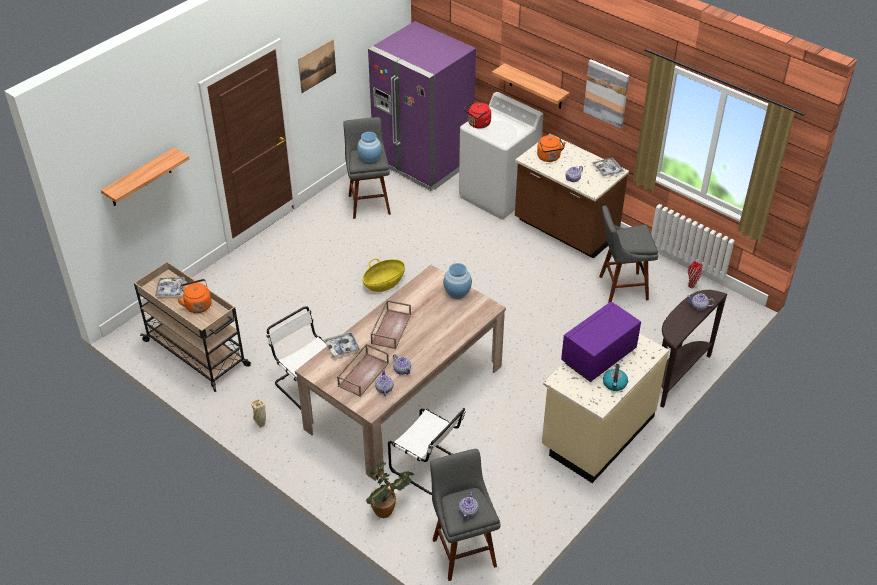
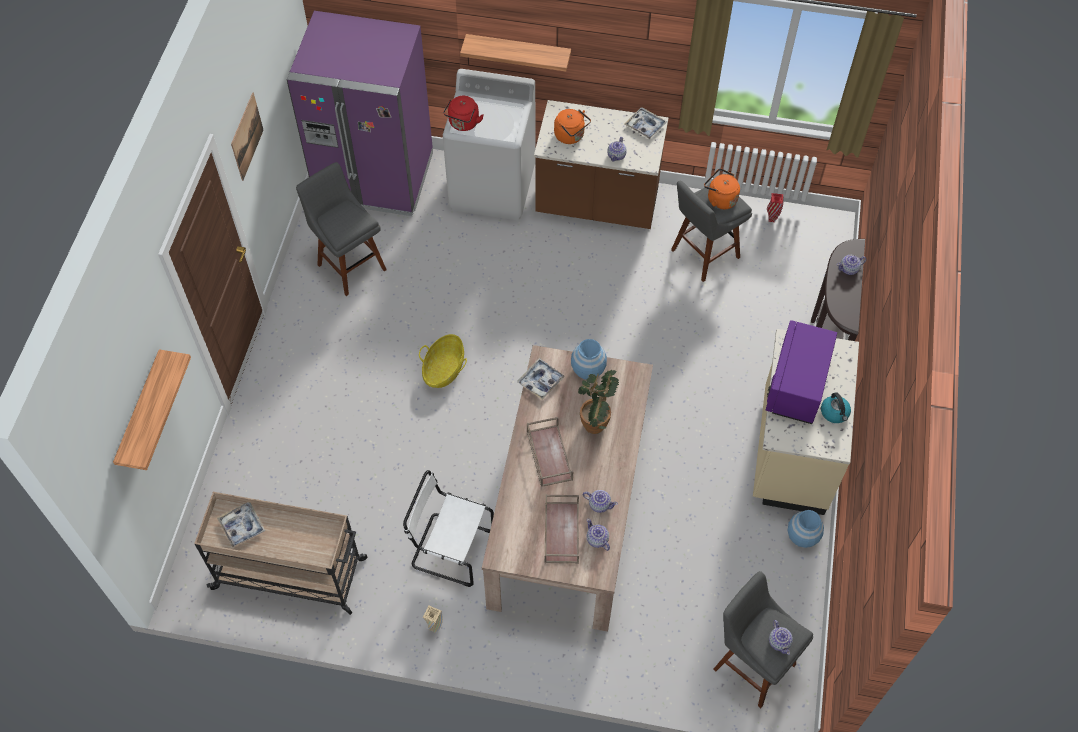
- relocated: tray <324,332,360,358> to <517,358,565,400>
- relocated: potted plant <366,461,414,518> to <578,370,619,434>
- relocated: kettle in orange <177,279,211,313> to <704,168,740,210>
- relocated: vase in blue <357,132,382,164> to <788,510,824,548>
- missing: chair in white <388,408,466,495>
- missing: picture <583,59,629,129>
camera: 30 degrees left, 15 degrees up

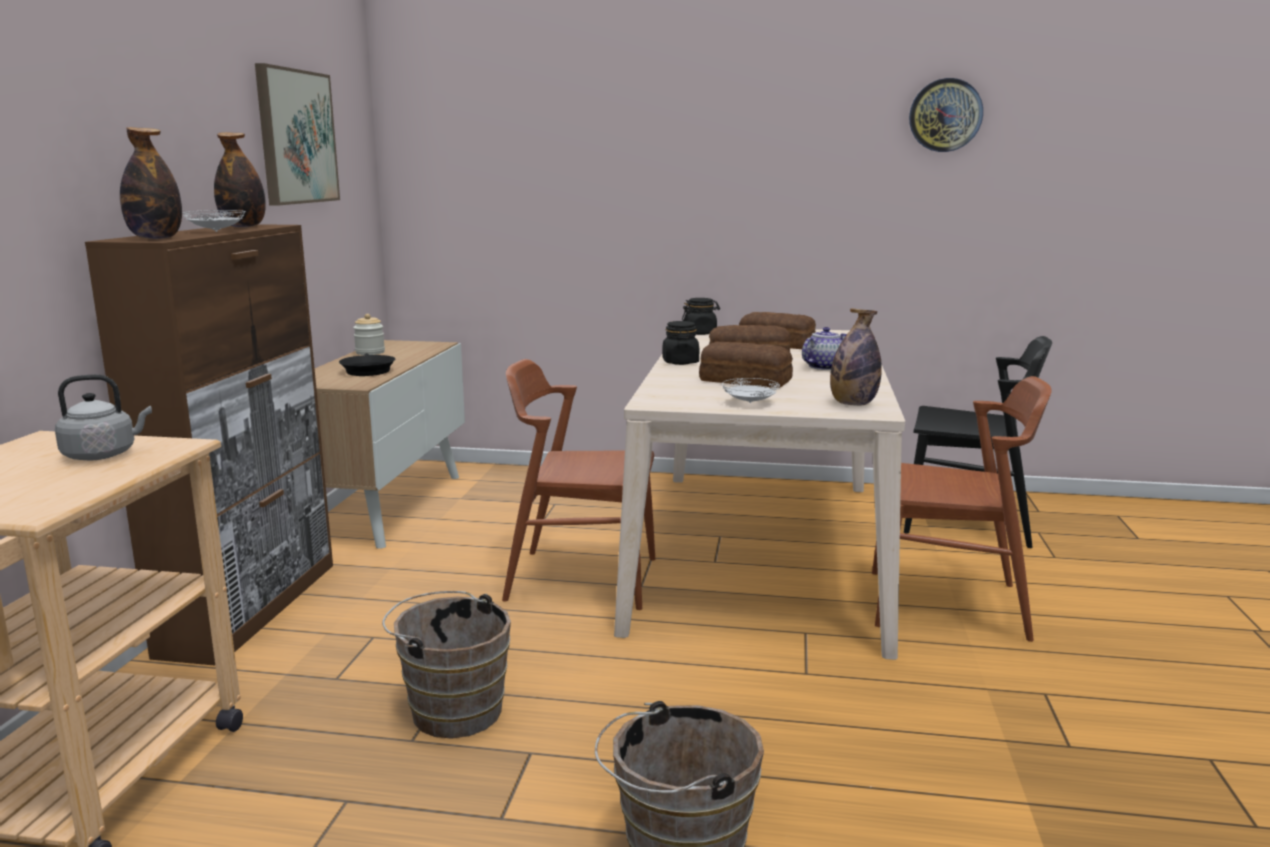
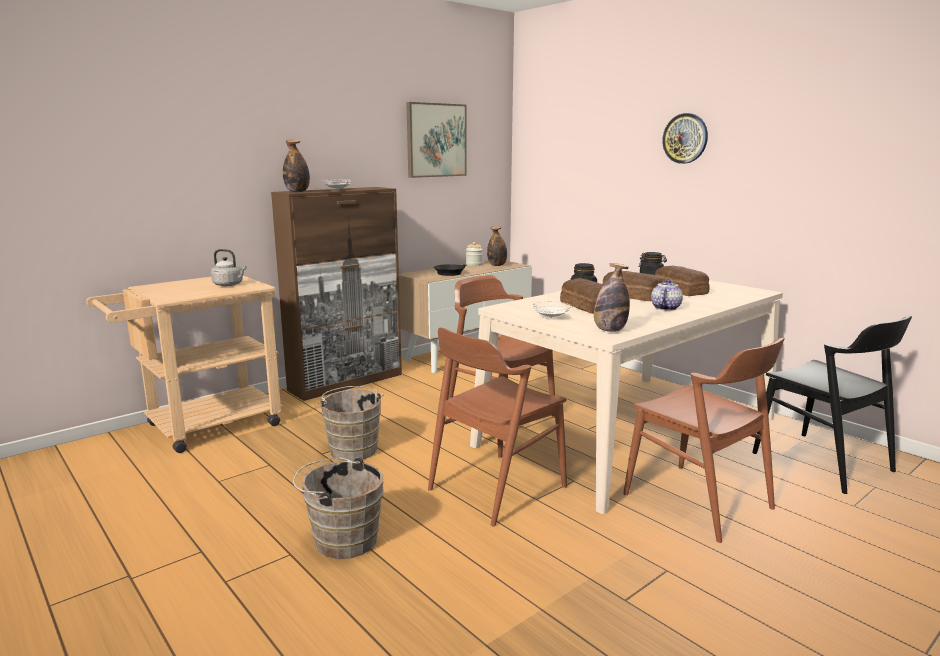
- appeared: chair in brown <428,328,567,526>
- relocated: bottle <214,132,266,228> to <487,226,507,266>
- spun: teapot <802,327,847,370> = <651,279,683,311> 60 degrees counterclockwise
- relocated: wall clock <909,78,983,152> to <662,113,708,164>
camera: 40 degrees right, 0 degrees up

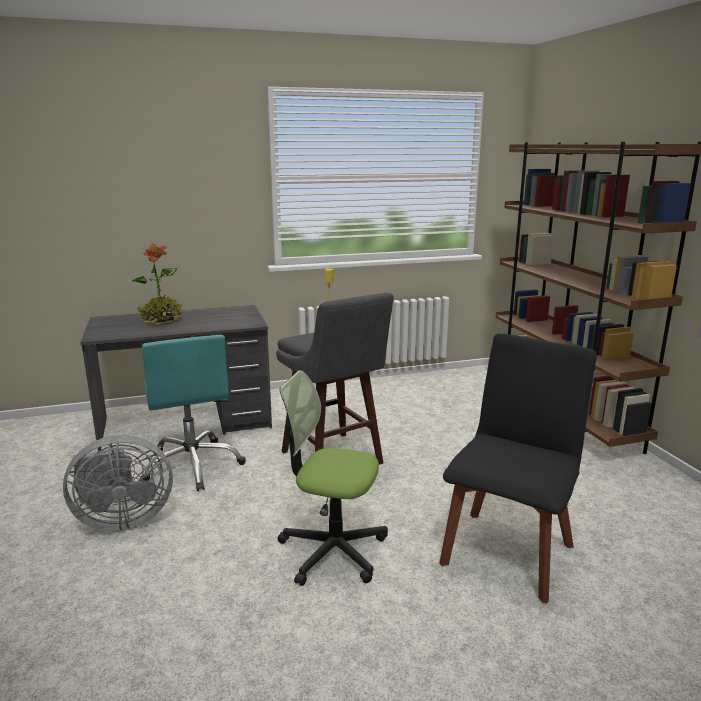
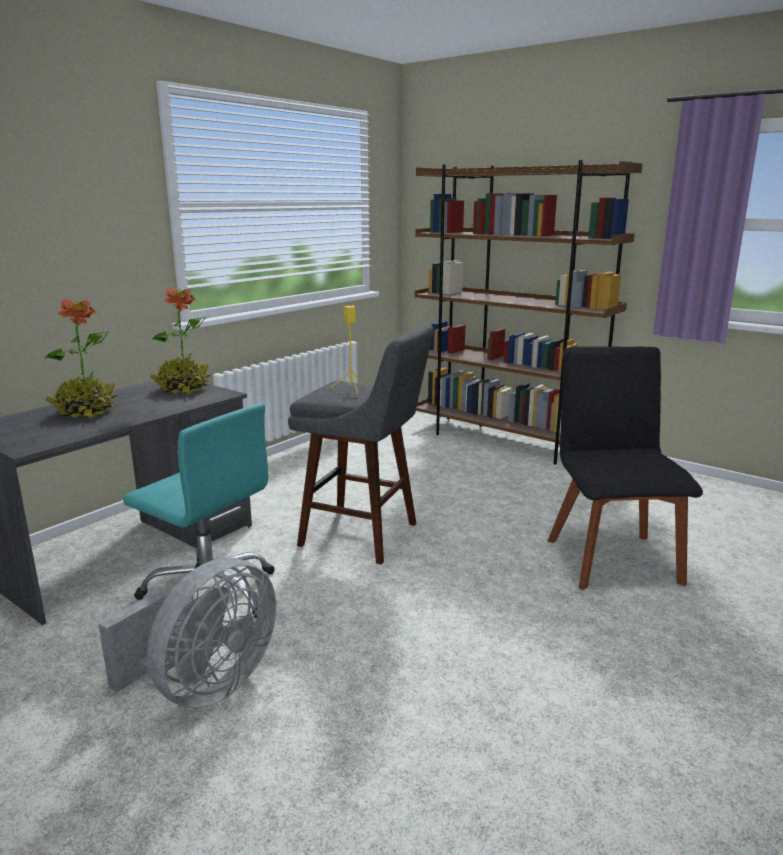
- appeared: potted plant <150,287,211,395>
- missing: office chair <277,370,388,586>
camera: 35 degrees left, 0 degrees up

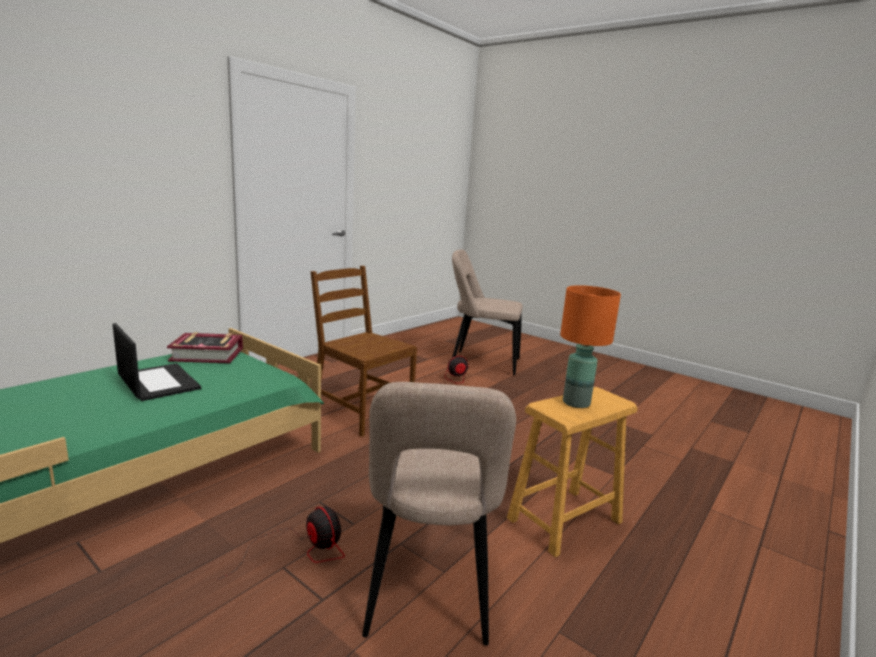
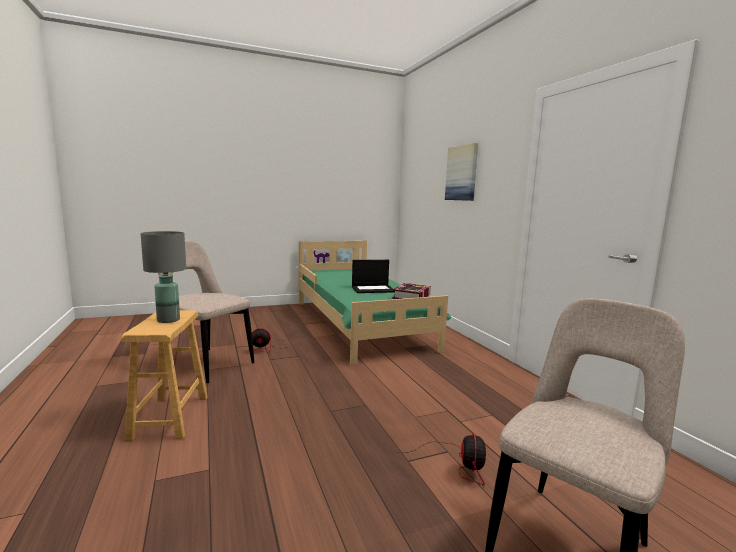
- colour: table lamp in orange <560,285,621,408> to table lamp in grey <141,231,186,323>
- appeared: picture <445,143,478,201>
- missing: chair in brown <311,266,417,437>
camera: 120 degrees right, 5 degrees down

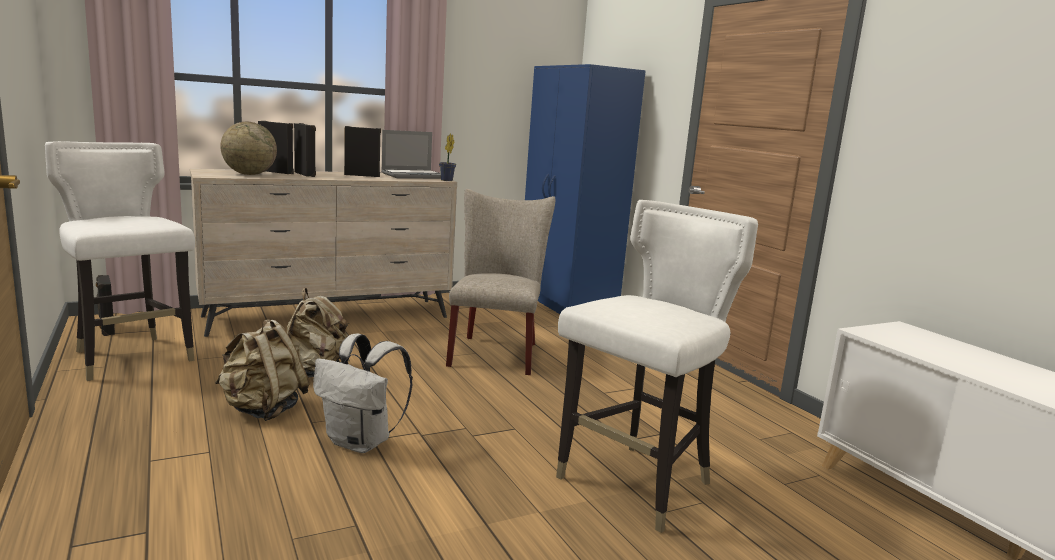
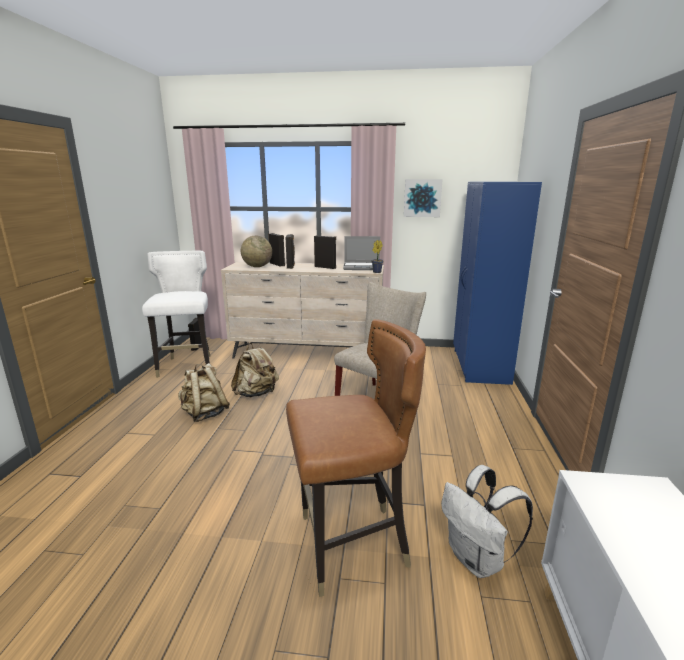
- colour: chair in white <556,200,758,533> to chair in brown <286,319,426,597>
- appeared: picture <404,179,443,217>
- relocated: backpack in white <313,333,413,453> to <441,465,533,578>
camera: 35 degrees right, 5 degrees up

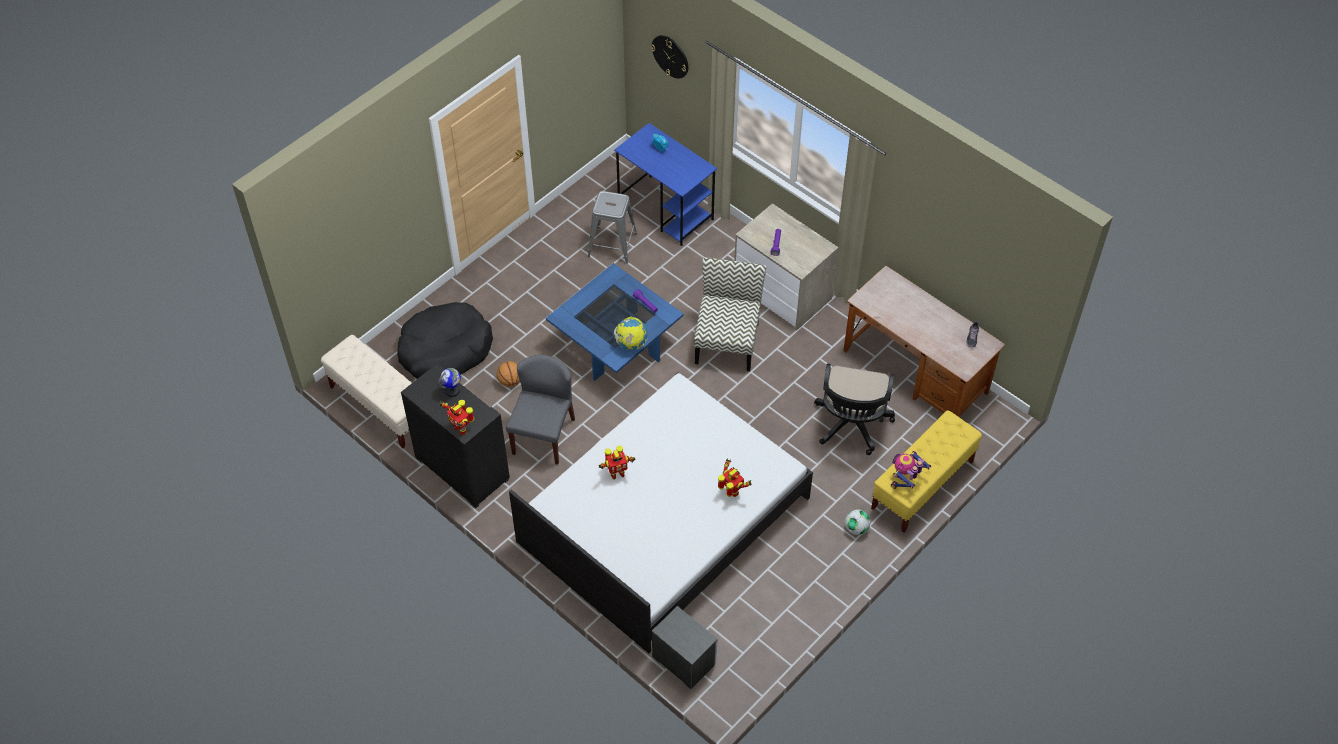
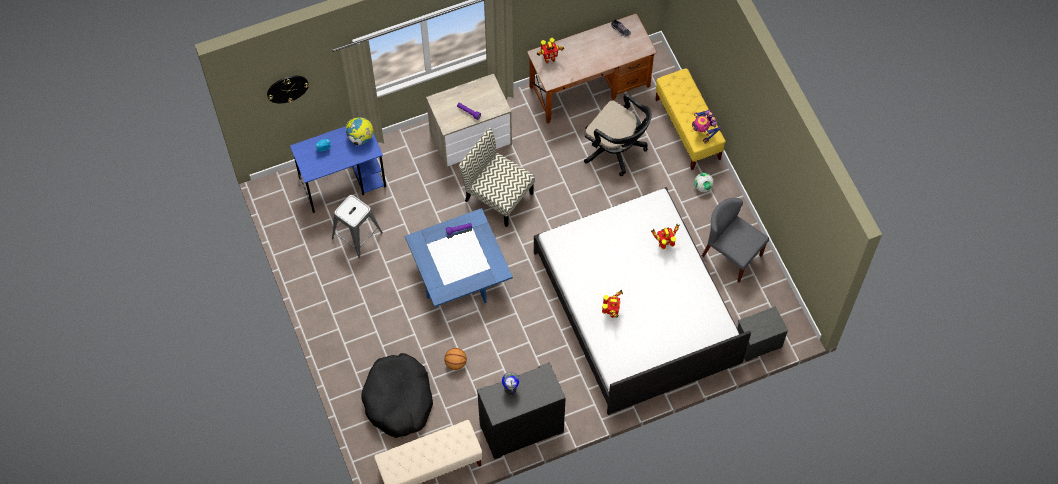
- relocated: globe <614,316,648,350> to <346,117,373,145>
- relocated: toy robot <440,400,474,436> to <536,38,565,64>
- relocated: chair in grey <506,355,575,464> to <702,198,769,282>
camera: 65 degrees left, 10 degrees up

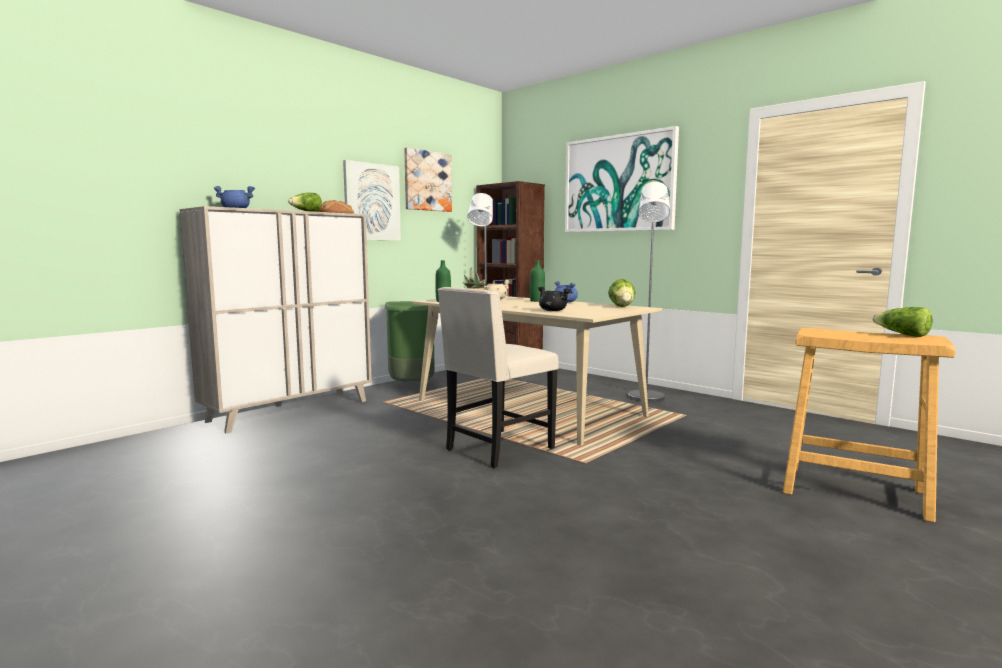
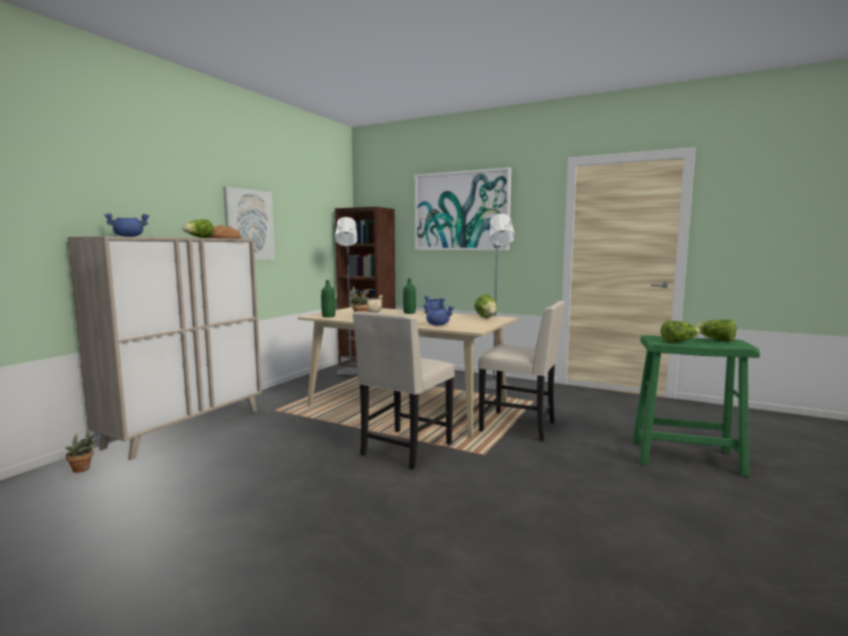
- appeared: potted plant <65,429,96,473>
- colour: cooking pot in black <538,286,571,311> to cooking pot in blue <423,304,454,326>
- appeared: chair in beige <478,301,565,441>
- colour: stool in beige <783,328,955,523> to stool in green <632,335,760,477>
- appeared: lettuce <661,321,701,343>
- missing: trash can in green <385,301,435,382>
- missing: picture <404,147,452,212>
camera: 15 degrees left, 0 degrees up

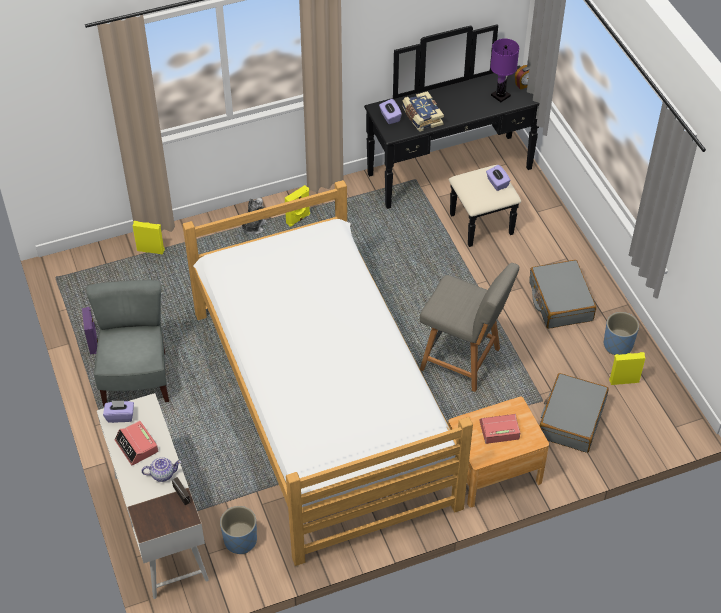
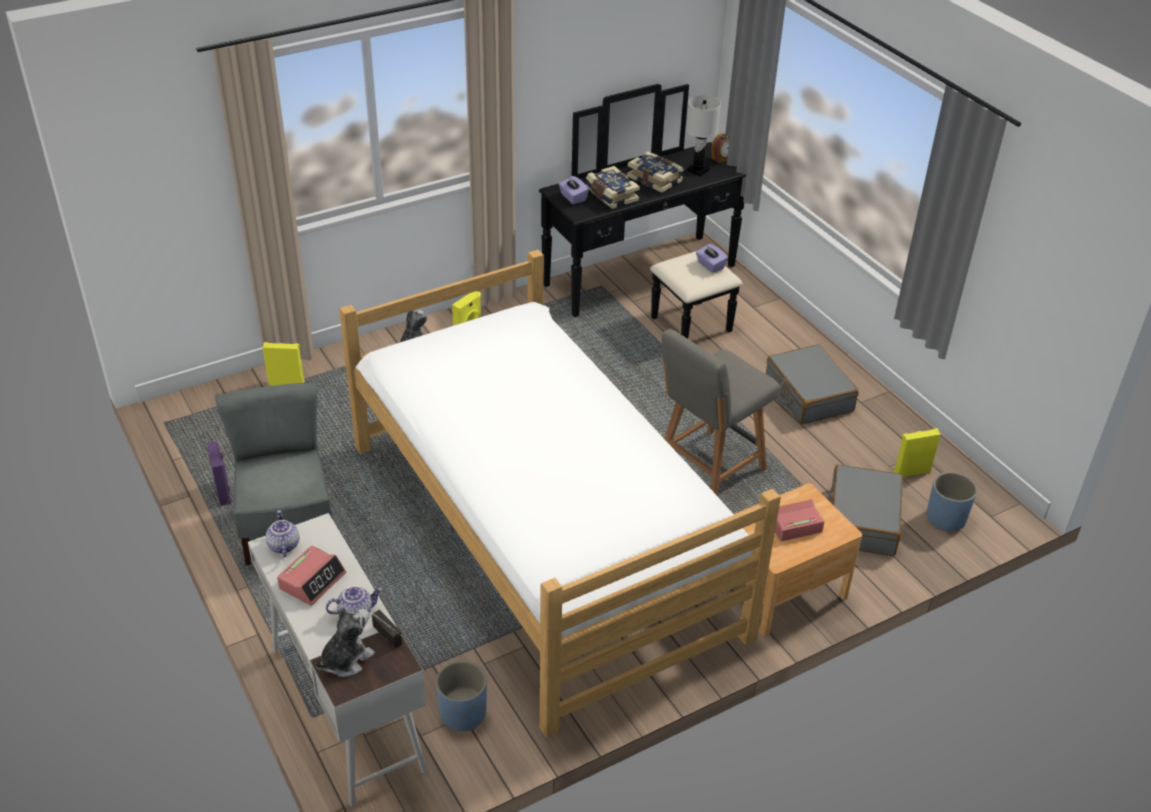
- exchanged: tissue box in purple <103,400,134,423> to teapot <266,510,299,557>
- spun: alarm clock <114,421,158,465> = <277,546,346,606> 105 degrees counterclockwise
- appeared: plush toy <315,607,375,677>
- appeared: book <627,151,684,193>
- spun: chair in grey <420,263,519,392> = <662,329,780,496> 120 degrees clockwise
- colour: table lamp in purple <490,39,519,102> to table lamp in white <686,95,721,176>
- relocated: planter in blue <604,312,639,355> to <927,472,977,531>
camera: 10 degrees left, 10 degrees down

